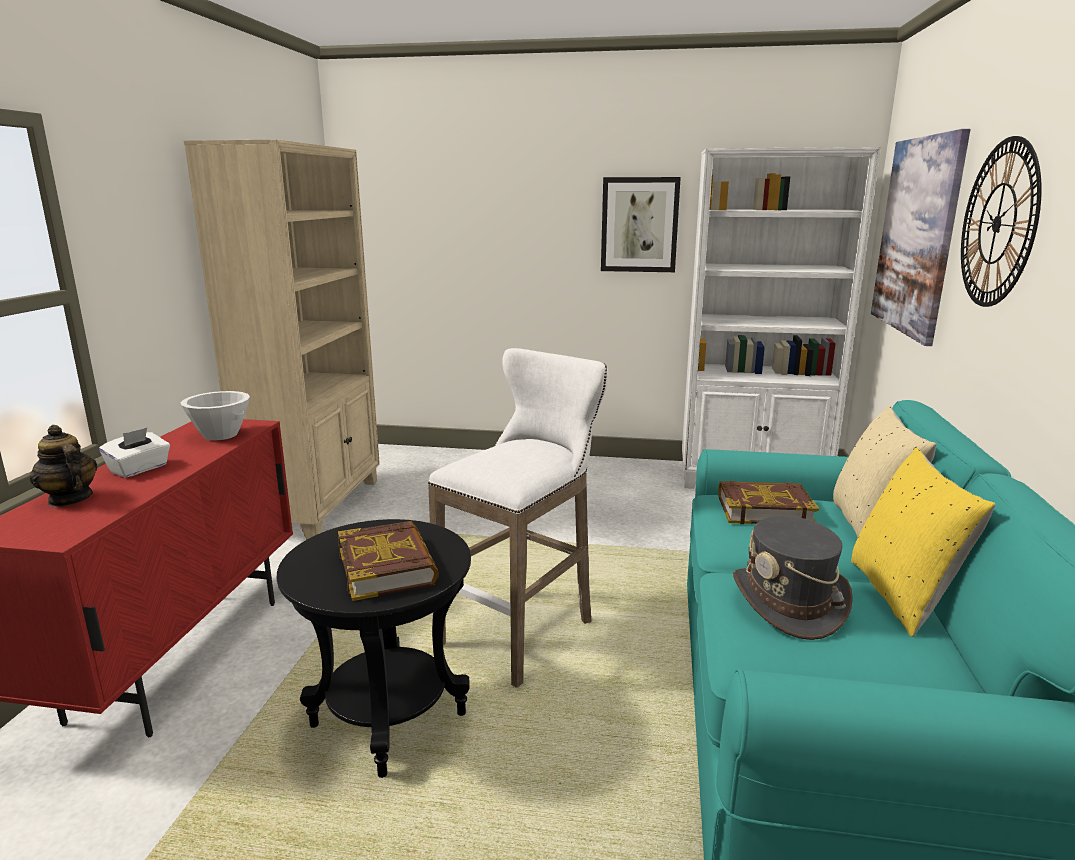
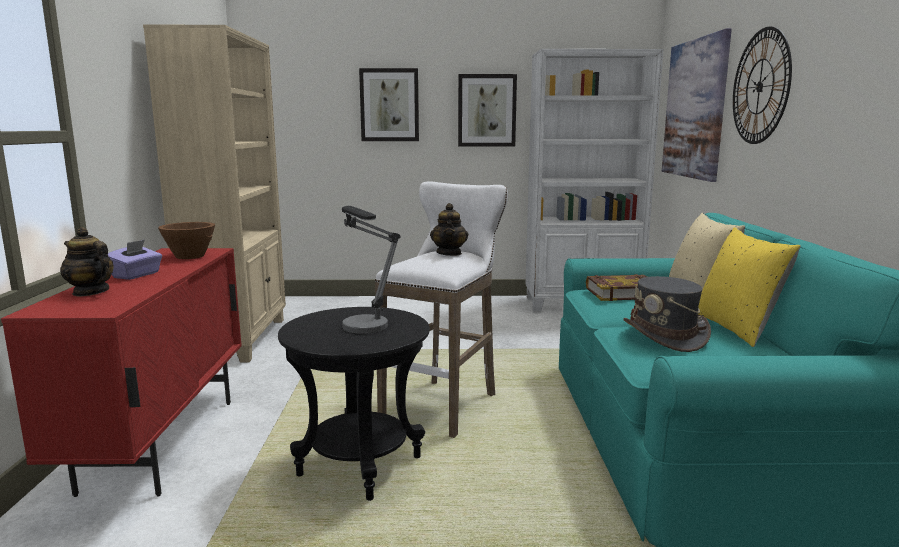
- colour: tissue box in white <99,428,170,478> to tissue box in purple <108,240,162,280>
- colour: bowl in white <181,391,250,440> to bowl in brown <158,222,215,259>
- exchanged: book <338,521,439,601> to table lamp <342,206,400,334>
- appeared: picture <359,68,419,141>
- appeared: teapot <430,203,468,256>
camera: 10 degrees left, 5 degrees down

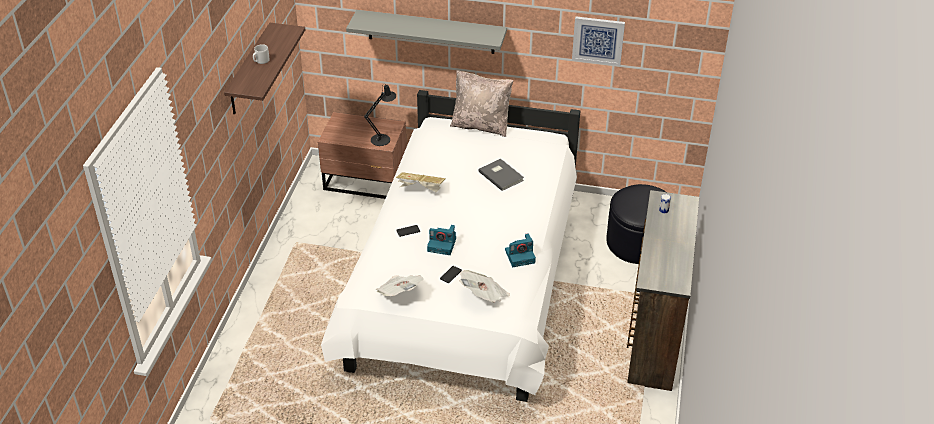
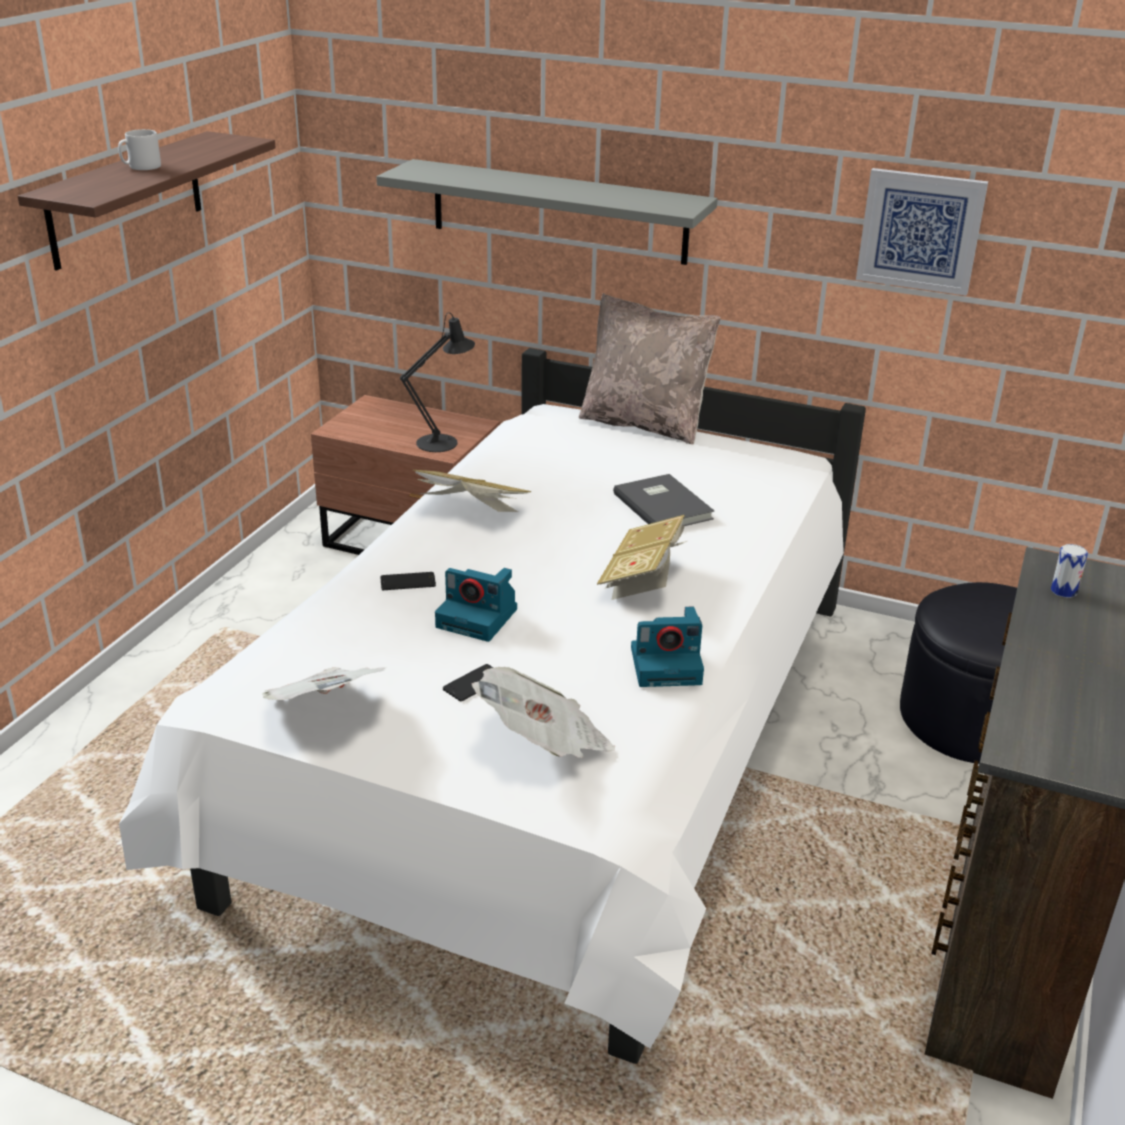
- appeared: book <597,515,687,600>
camera: 10 degrees right, 10 degrees down

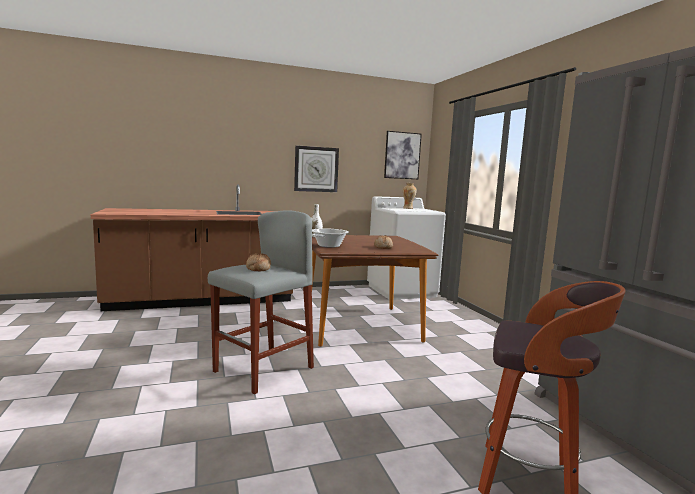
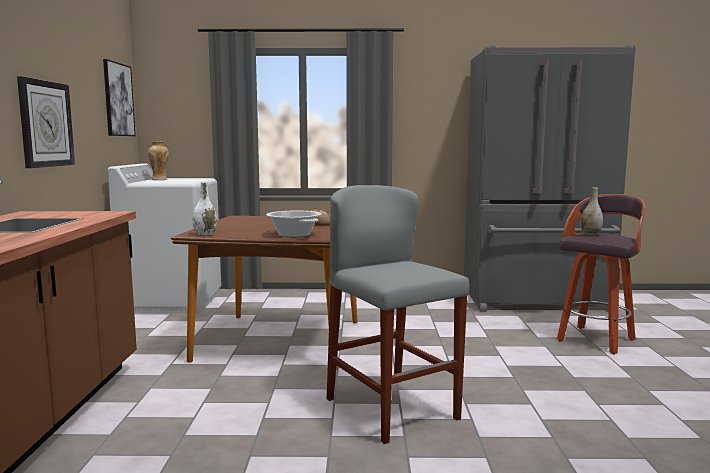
- appeared: vase in grey <580,187,603,236>
- missing: bread <246,253,271,271>
camera: 70 degrees left, 0 degrees up

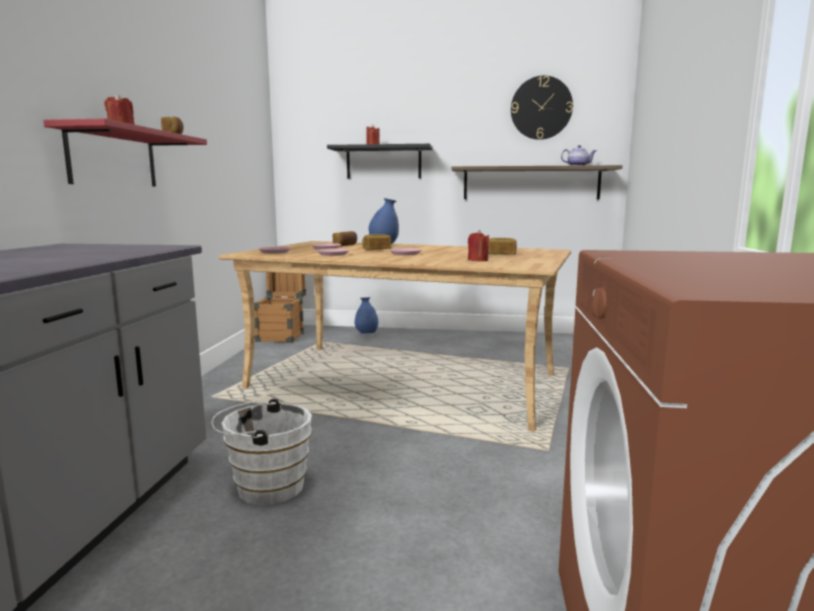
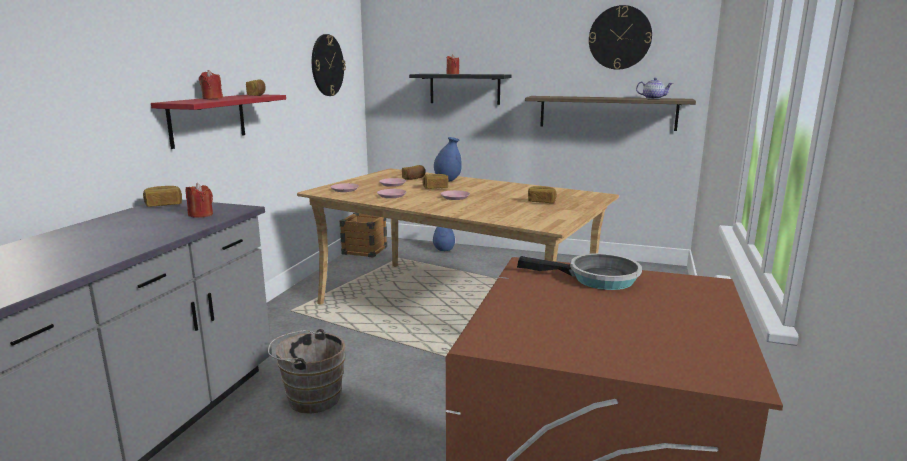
- appeared: bread <143,186,182,207>
- relocated: candle in red <468,230,489,261> to <186,183,213,218>
- colour: bucket in white <212,399,312,505> to bucket in brown <268,329,345,414>
- appeared: wall clock <312,34,346,96>
- appeared: frying pan <517,253,642,290>
camera: 10 degrees right, 5 degrees up

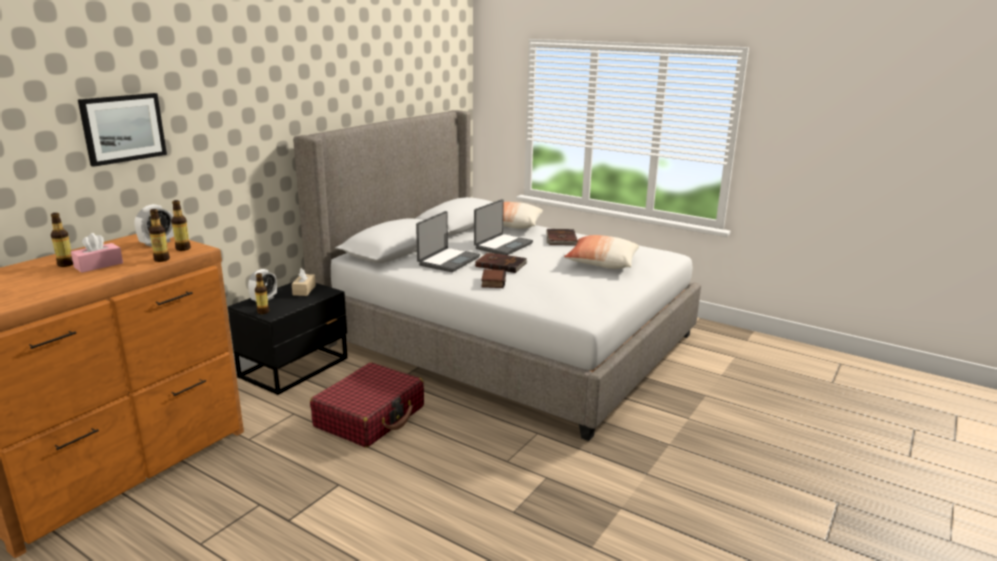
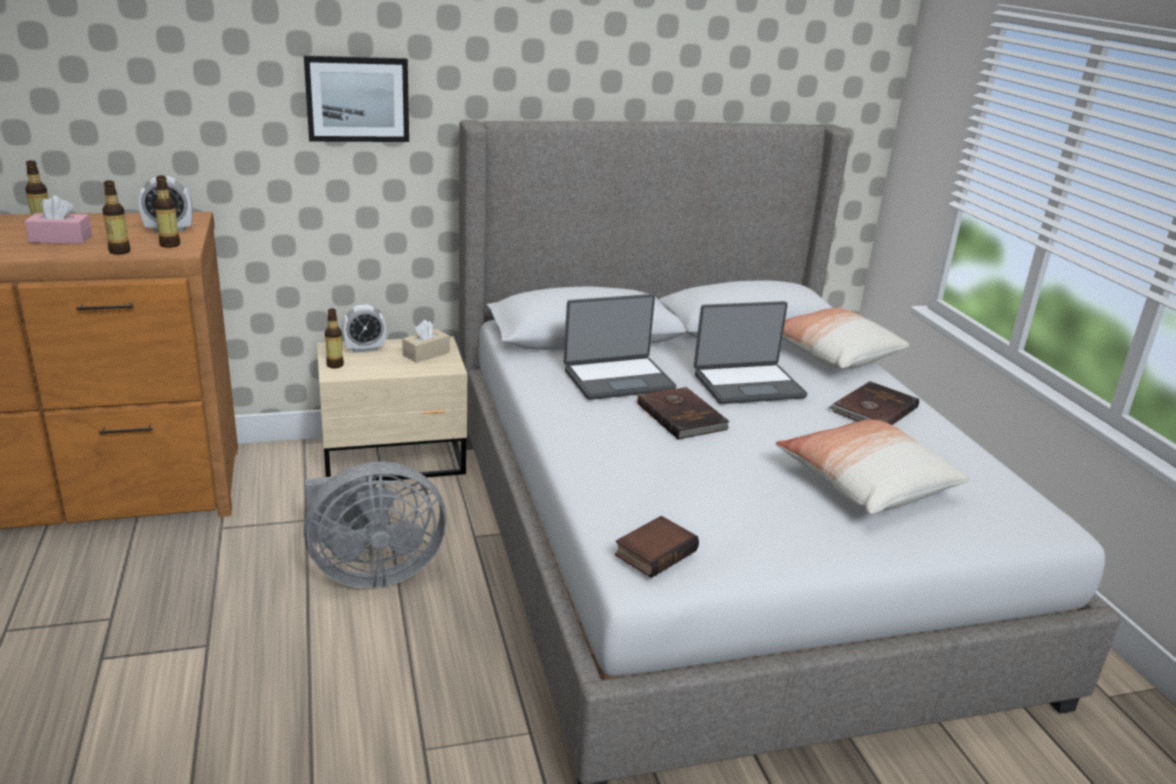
- relocated: picture <78,93,167,167> to <304,56,409,142>
- exchanged: suitcase in red <310,363,424,448> to fan in grey <304,461,446,588>
- colour: nightstand in black <228,282,347,395> to nightstand in beige <317,336,467,481>
- relocated: book <481,269,506,288> to <615,516,699,578>
camera: 40 degrees right, 5 degrees up

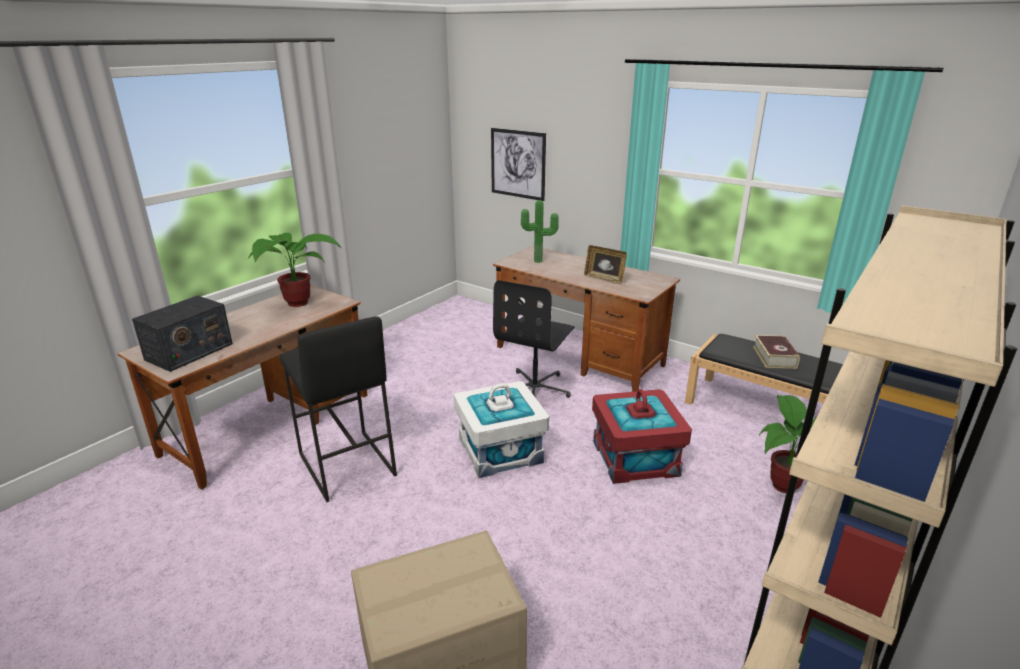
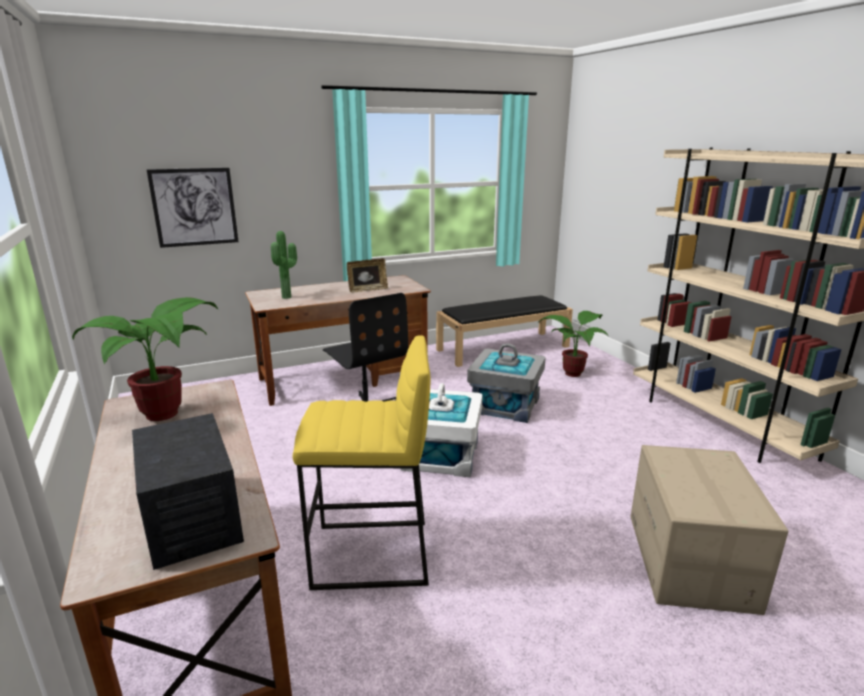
- colour: stool in black <279,316,397,502> to stool in yellow <292,335,431,590>
- colour: storage box in red <592,389,692,484> to storage box in grey <467,343,546,423>
- missing: book <753,335,800,369>
camera: 60 degrees left, 5 degrees down

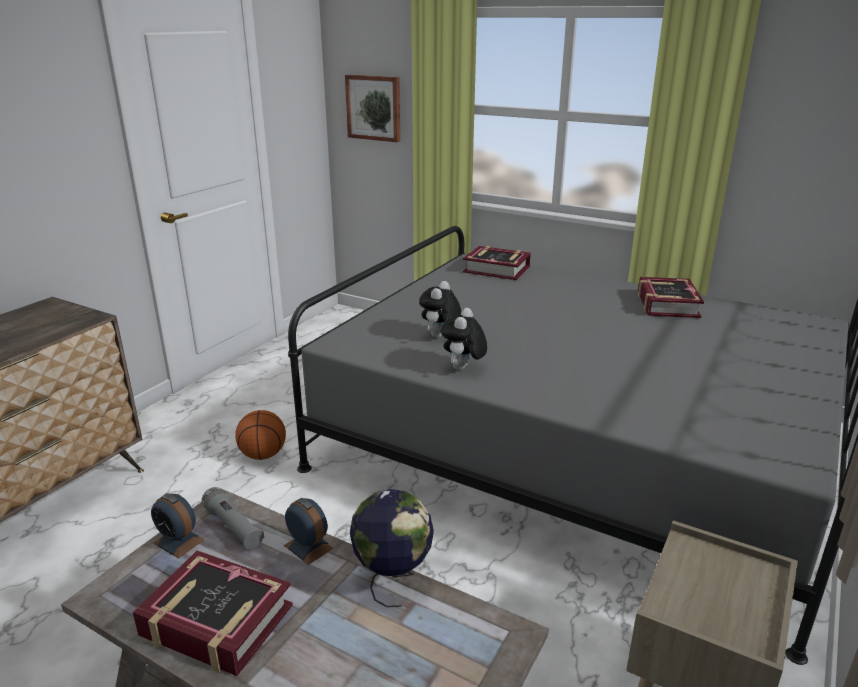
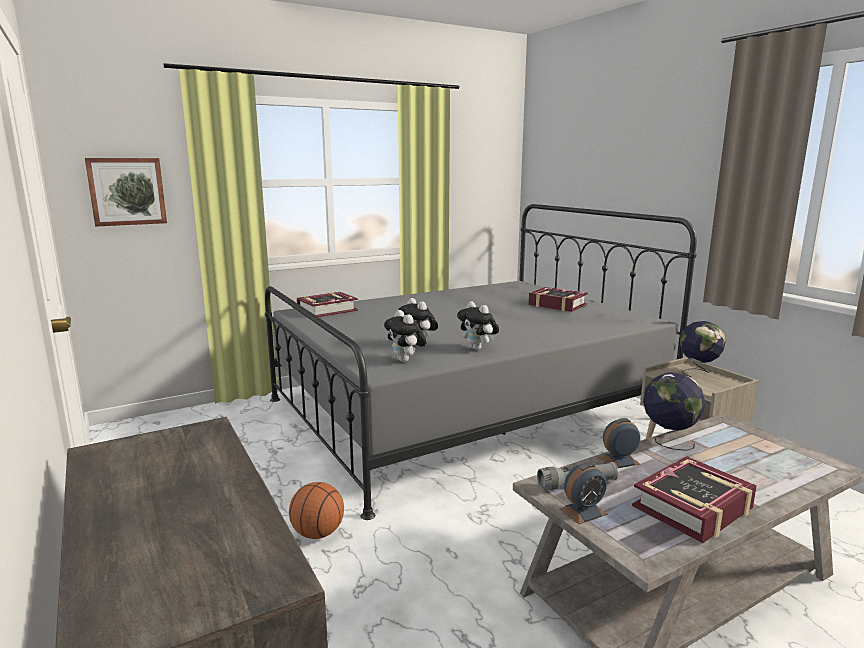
- appeared: plush toy <384,310,427,362>
- relocated: book <638,277,704,318> to <529,287,588,312>
- appeared: globe <680,321,726,377>
camera: 60 degrees left, 10 degrees down

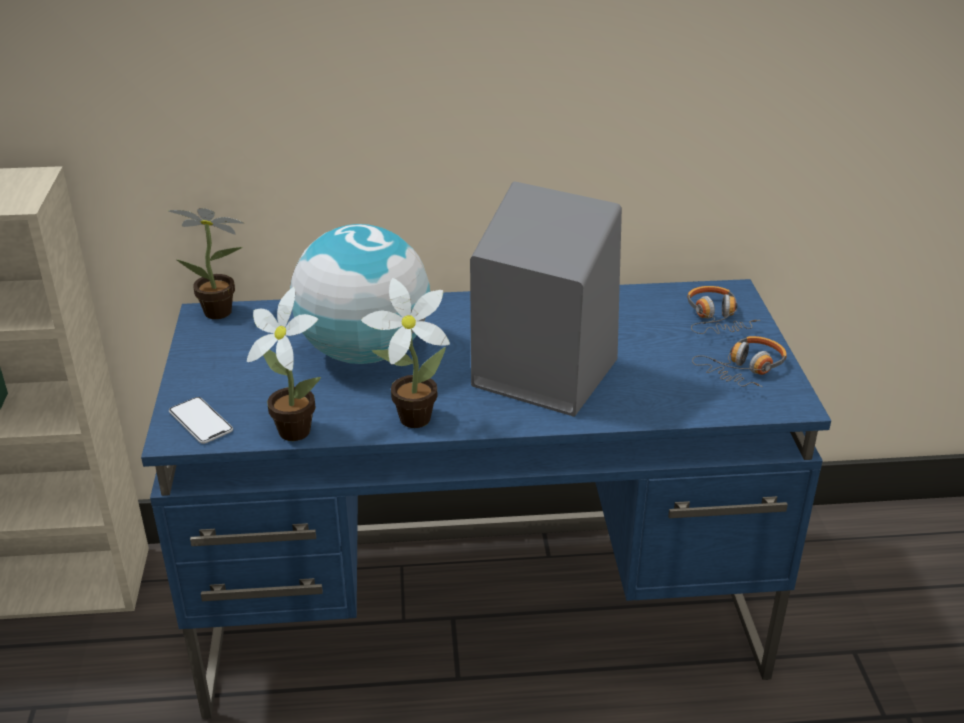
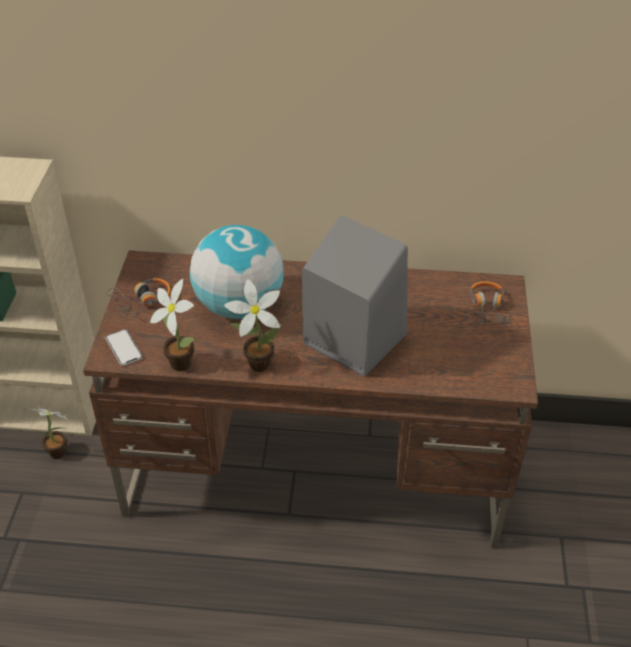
- relocated: potted plant <168,208,244,319> to <25,408,67,459>
- colour: desk in blue <141,279,831,719> to desk in brown <83,250,538,548>
- relocated: headphones <692,336,787,388> to <106,278,171,317>
camera: 10 degrees right, 10 degrees up

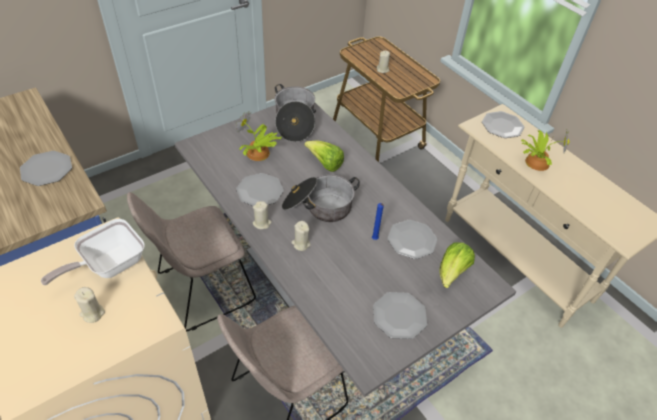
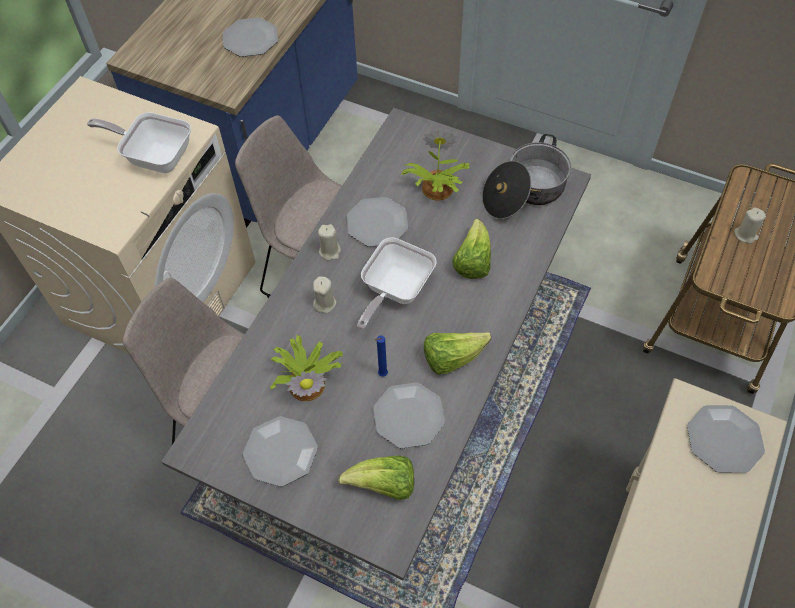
- relocated: potted plant <521,129,569,171> to <270,335,343,401>
- exchanged: cooking pot <282,174,360,222> to frying pan <357,237,437,330>
- appeared: lettuce <424,332,491,375>
- missing: candle in beige <74,287,105,323>
camera: 65 degrees right, 10 degrees up

